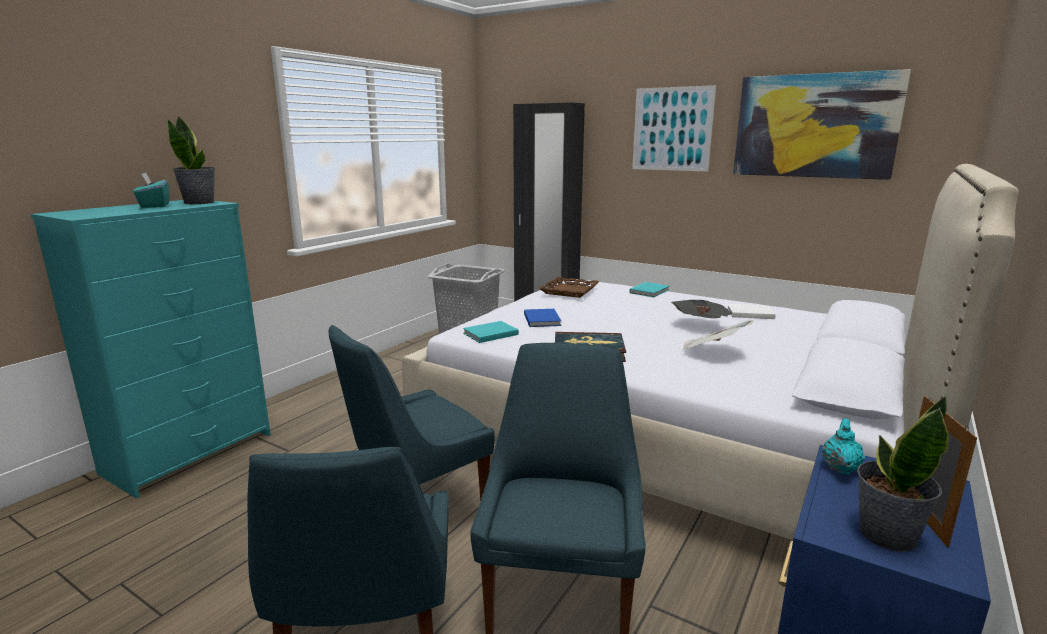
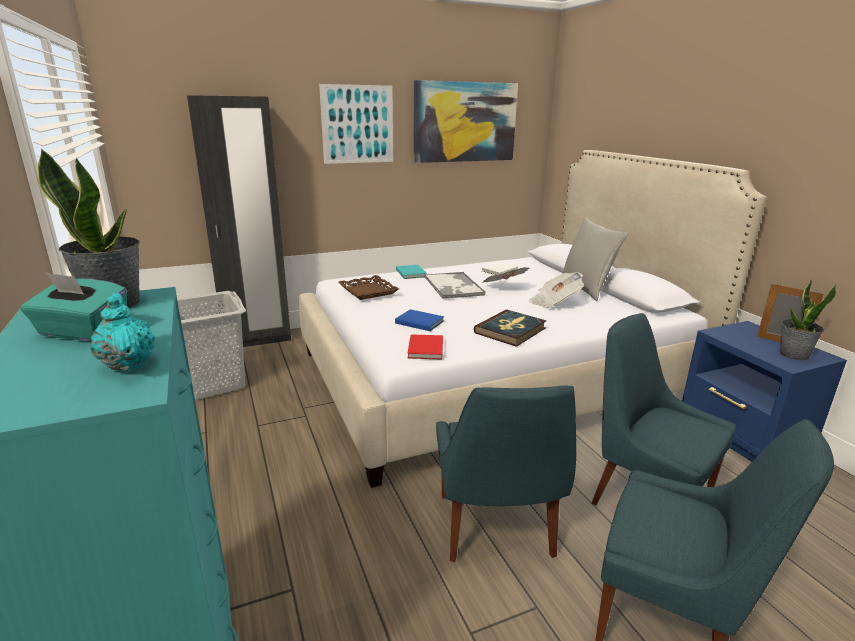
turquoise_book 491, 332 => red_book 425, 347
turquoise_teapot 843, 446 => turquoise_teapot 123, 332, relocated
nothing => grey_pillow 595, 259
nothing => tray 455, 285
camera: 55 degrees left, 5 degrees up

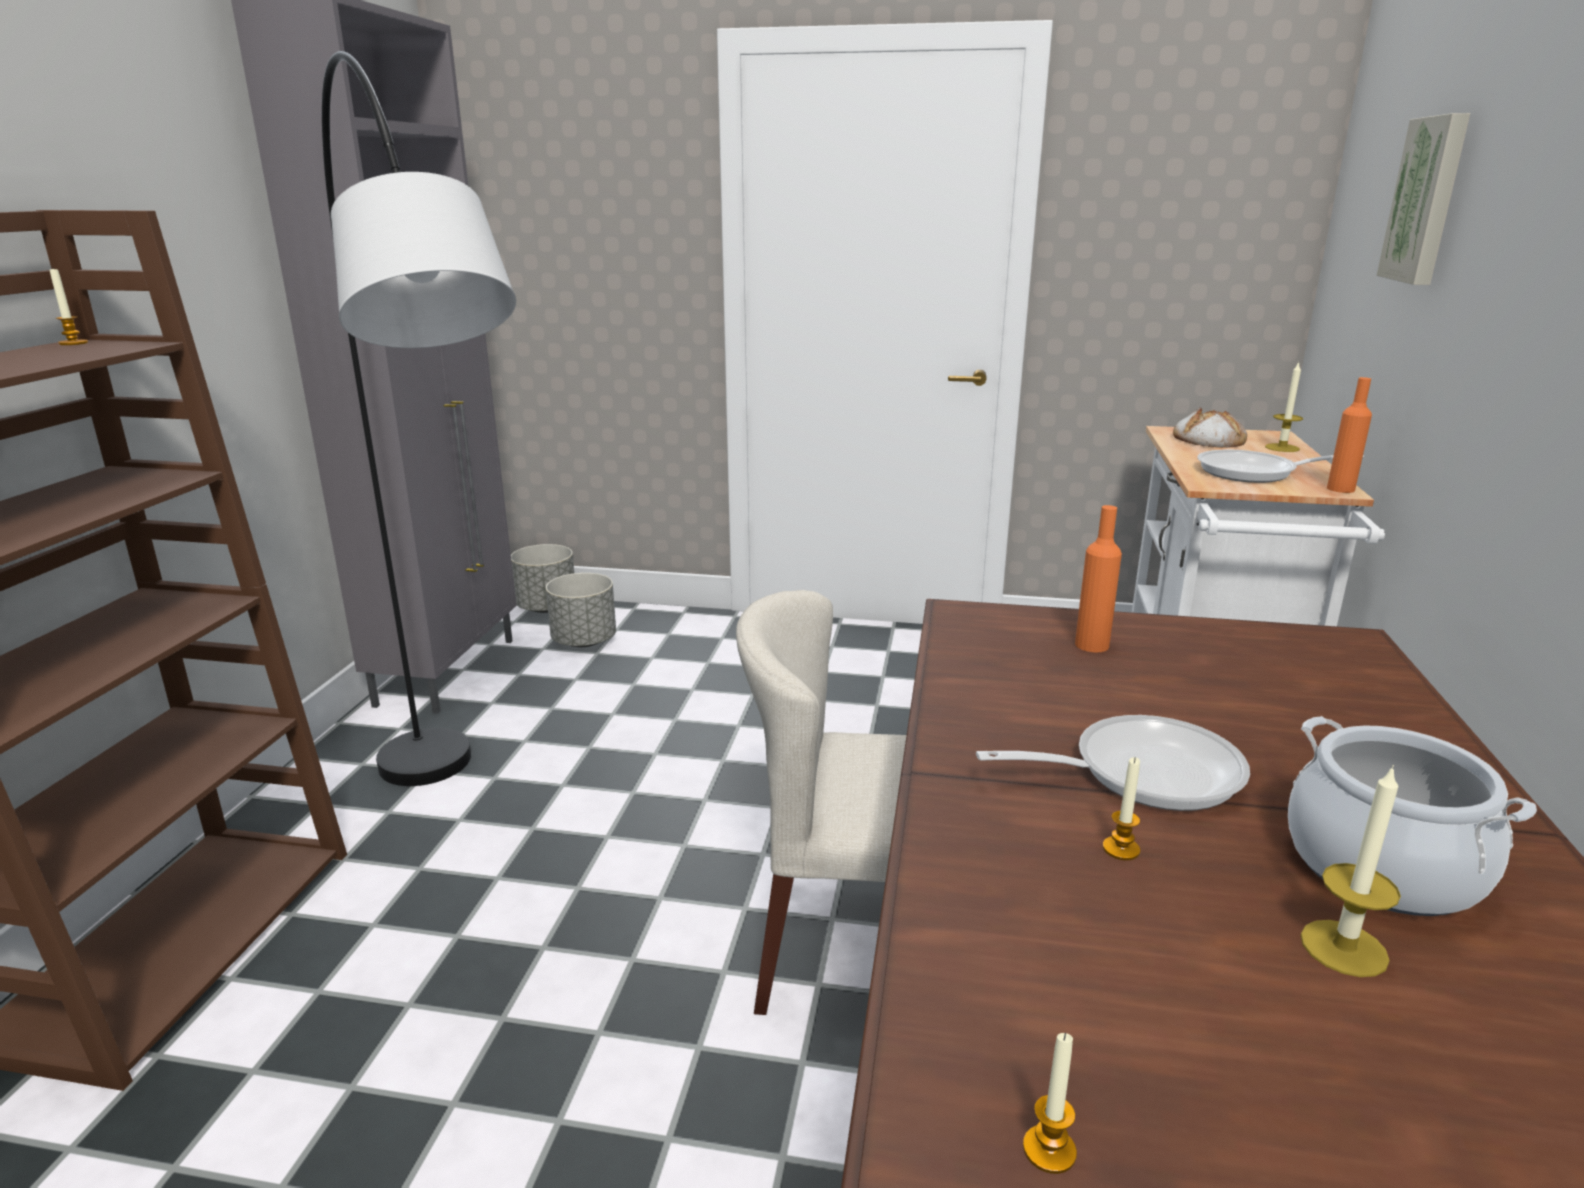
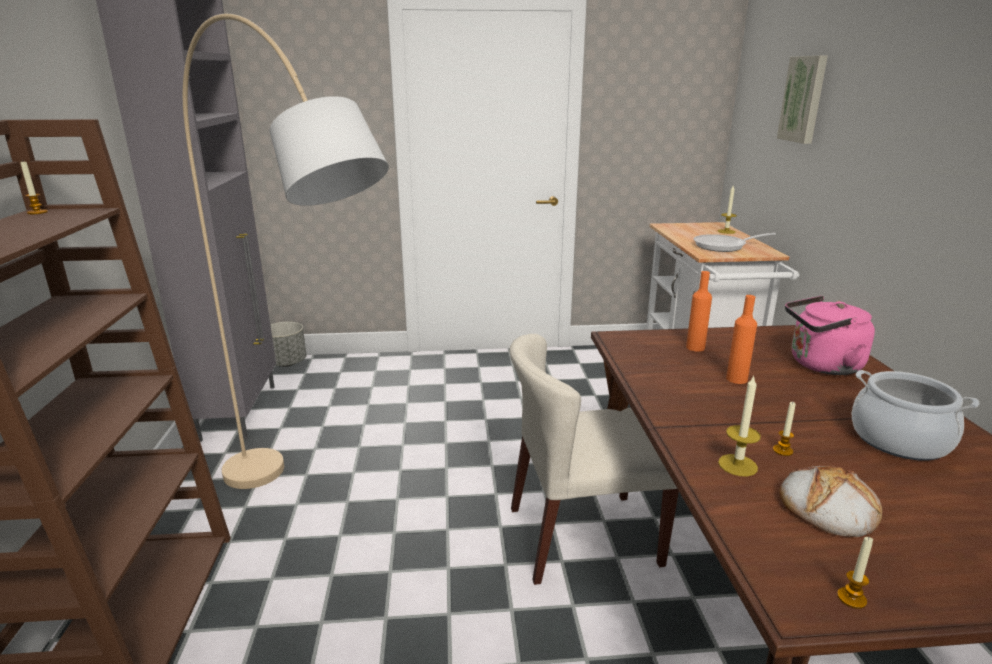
black_floor_lamp 419, 418 => beige_floor_lamp 286, 251
orange_bottle 1349, 435 => orange_bottle 741, 339, relocated
bread 1210, 427 => bread 830, 501, relocated
grey_planter 581, 610 => nothing
frying_pan 1113, 763 => nothing
candle 1350, 871 => candle 739, 425, relocated
nothing => pink_kettle 830, 335
camera: 15 degrees left, 0 degrees up

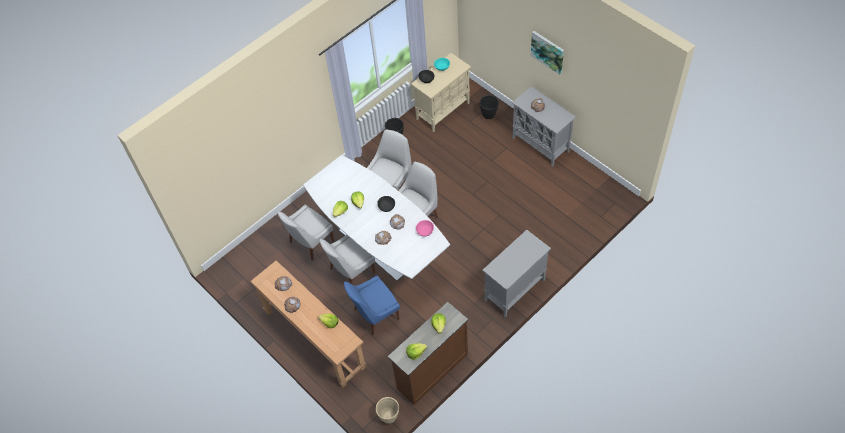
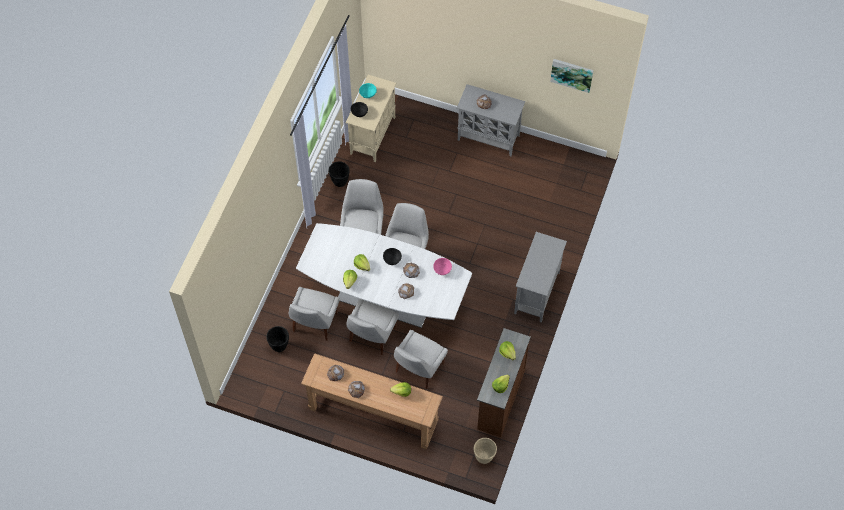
picture 547, 53 => picture 572, 76, relocated
black_planter 489, 107 => black_planter 277, 339, relocated
blue_chair 372, 305 => white_chair 421, 359
camera: 30 degrees left, 5 degrees up

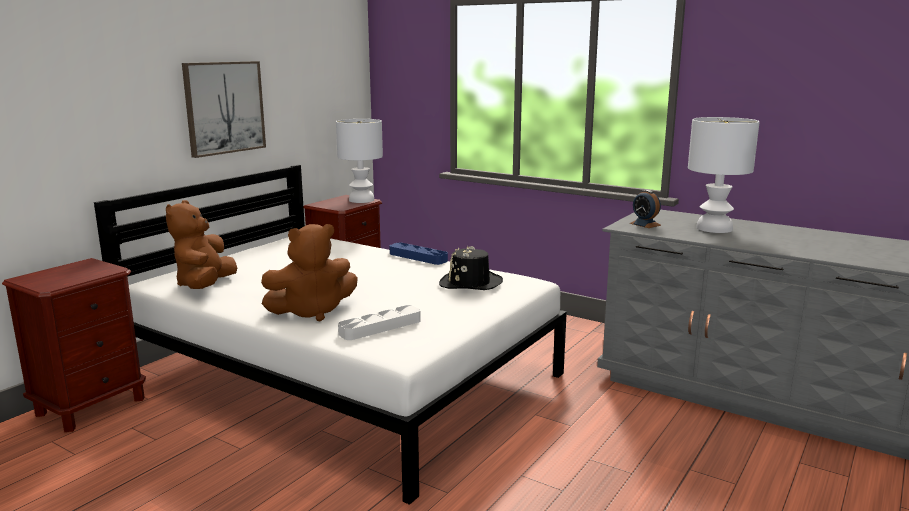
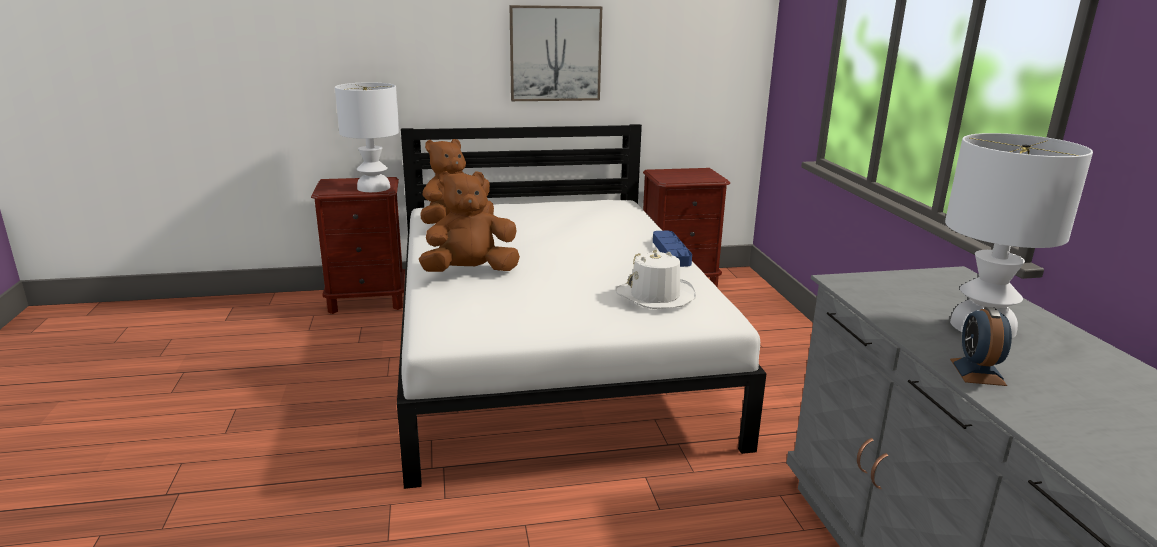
white_table_lamp 359, 161 => white_table_lamp 367, 137, relocated
alarm_clock 645, 209 => alarm_clock 981, 346, relocated
brown_plush_toy 309, 272 => brown_plush_toy 469, 221, 135 degrees clockwise
black_hat 471, 268 => white_hat 656, 279
white_tray 379, 322 => nothing
camera: 45 degrees right, 5 degrees up

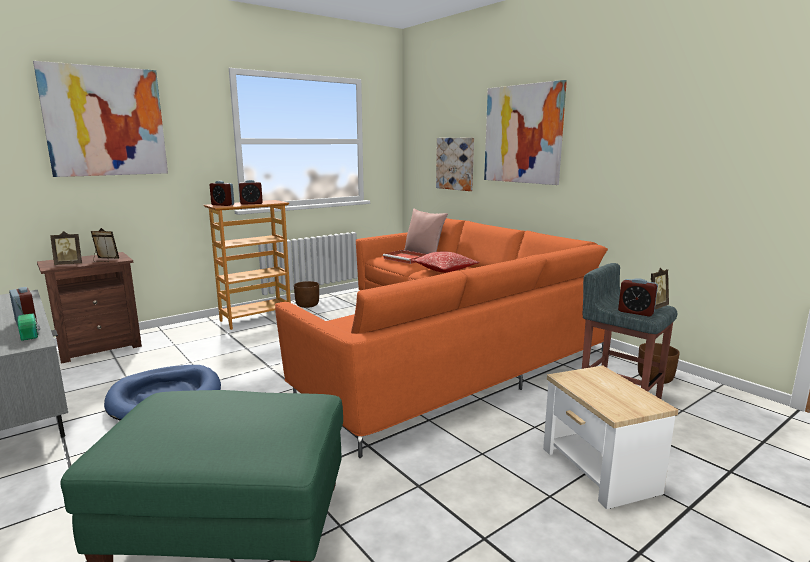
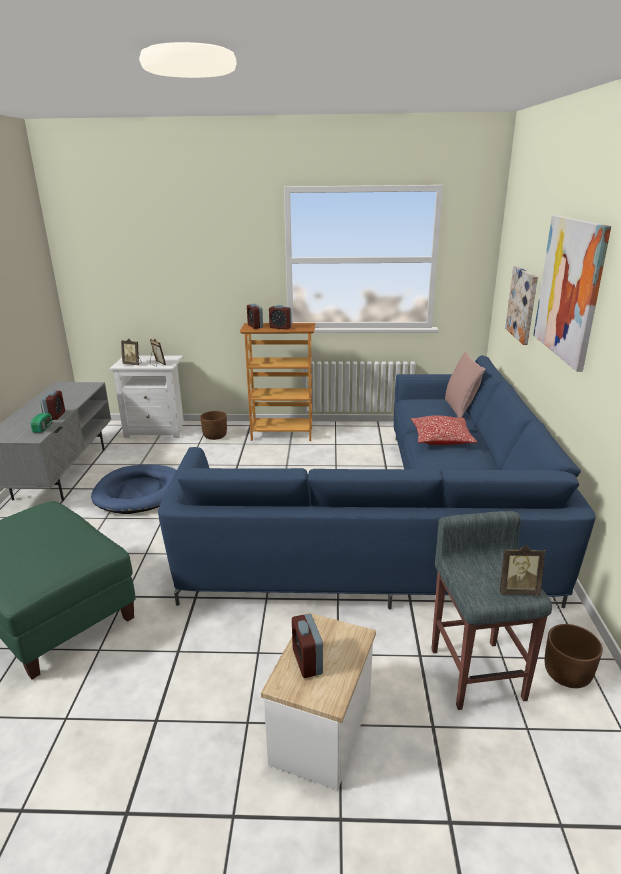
picture 100, 119 => nothing
orange_sofa 441, 338 => blue_sofa 376, 482
red_tray 404, 257 => nothing
brown_nightstand 89, 308 => white_nightstand 146, 397
alarm_clock 638, 297 => alarm_clock 307, 645, relocated
brown_planter 306, 294 => brown_planter 213, 425, relocated
camera: 40 degrees right, 10 degrees up

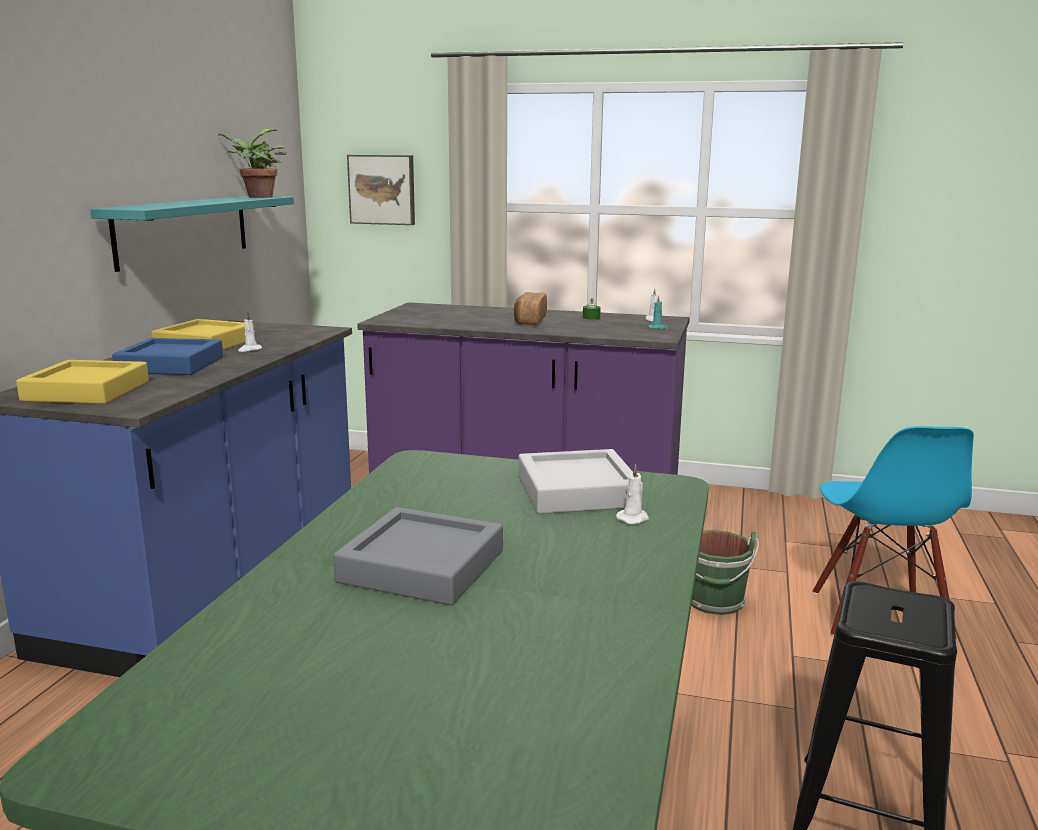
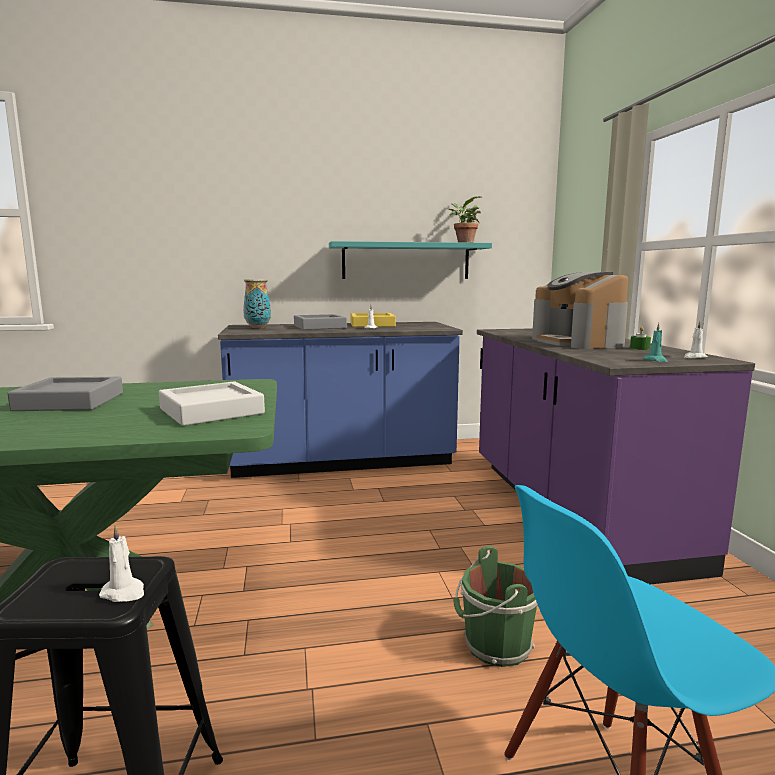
picture 381, 190 => nothing
bread 530, 308 => coffee_machine 580, 310
blue_tray 167, 356 => grey_tray 320, 322
yellow_tray 82, 382 => vase 257, 303
white_candle 632, 494 => white_candle 121, 563, relocated
camera: 65 degrees right, 5 degrees down

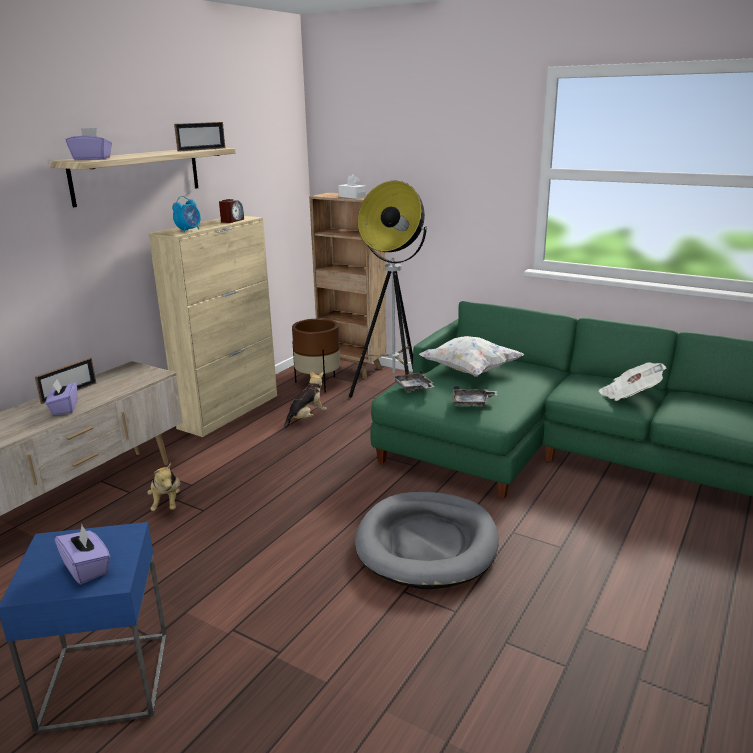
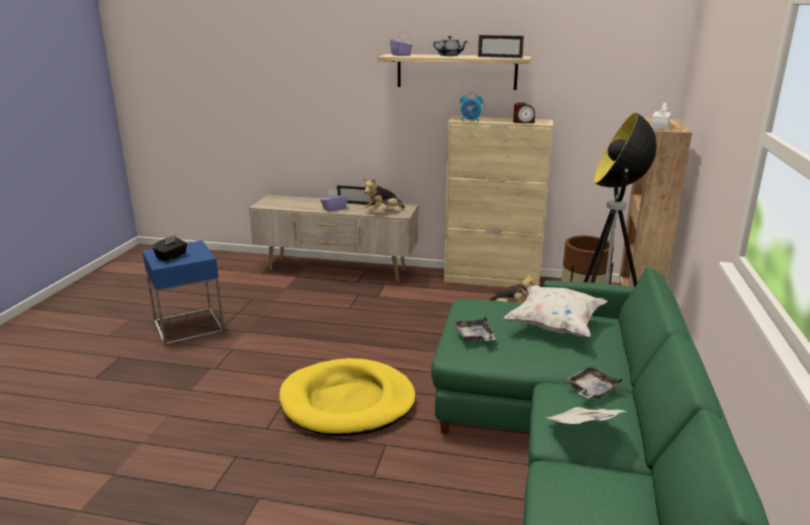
grey_tray 413, 381 => grey_tray 594, 382, relocated
plush_toy 163, 487 => plush_toy 384, 195, relocated
grey_dog_bed 427, 540 => yellow_dog_bed 347, 397
purple_tissue_box 82, 554 => black_tissue_box 169, 248
nothing => grey_teapot 450, 46
camera: 70 degrees right, 0 degrees up

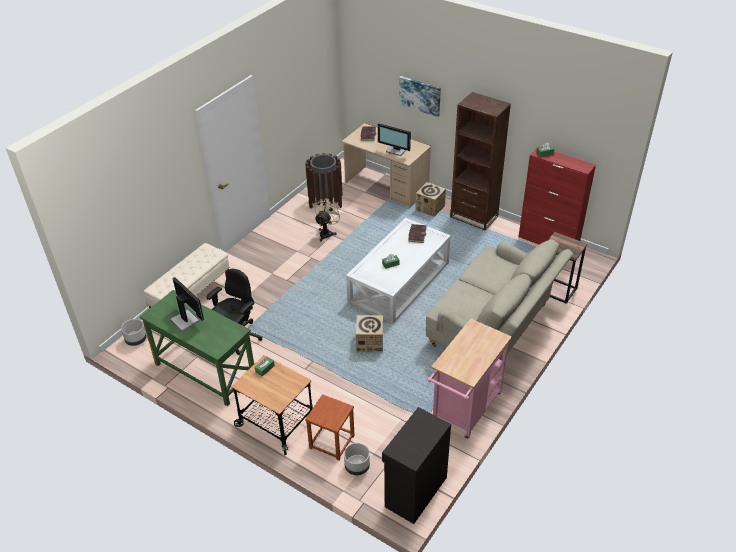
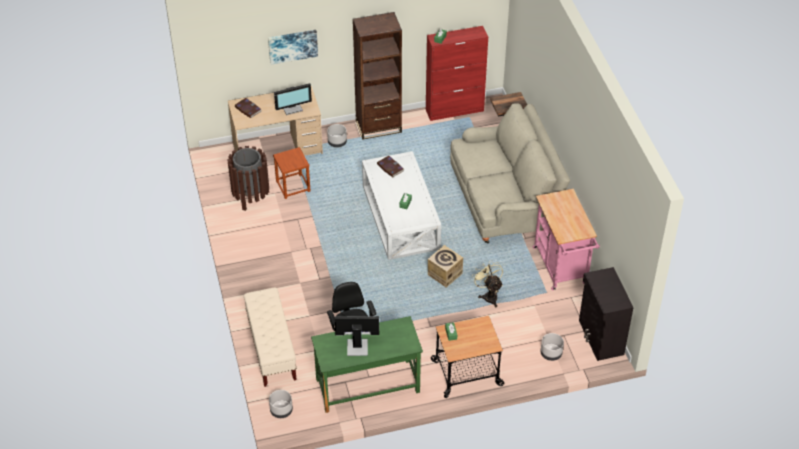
cardboard_box 430, 199 => grey_planter 337, 136
beige_fan 328, 221 => beige_fan 487, 283, relocated
brown_stool 330, 427 => brown_stool 291, 173, relocated
camera: 50 degrees left, 5 degrees up

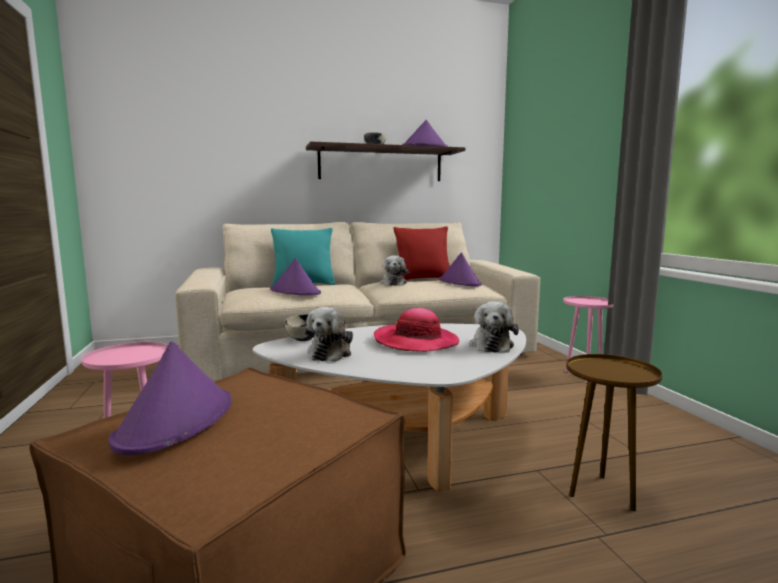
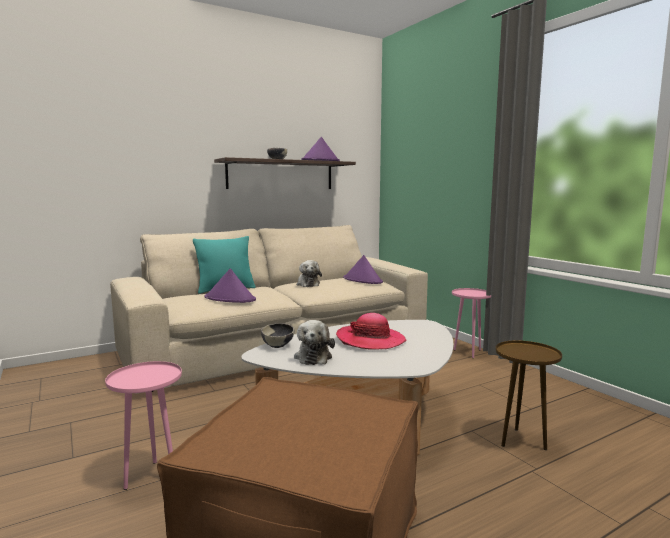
red_pillow 422, 253 => nothing
plush_toy 494, 327 => nothing
purple_hat 170, 398 => nothing
camera: 15 degrees left, 0 degrees up

